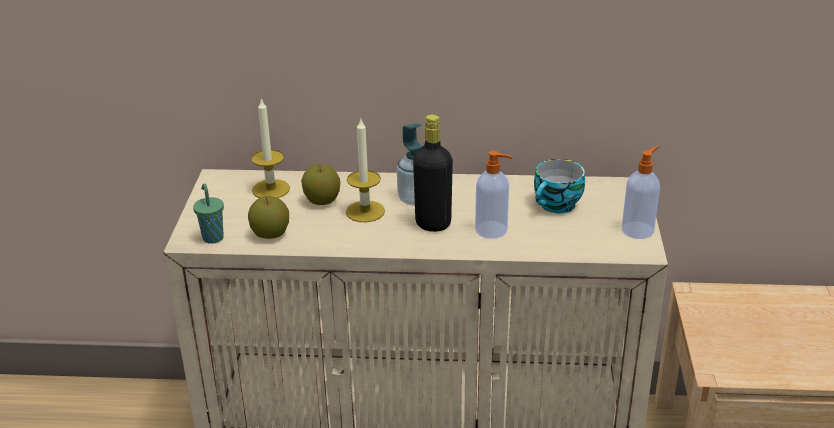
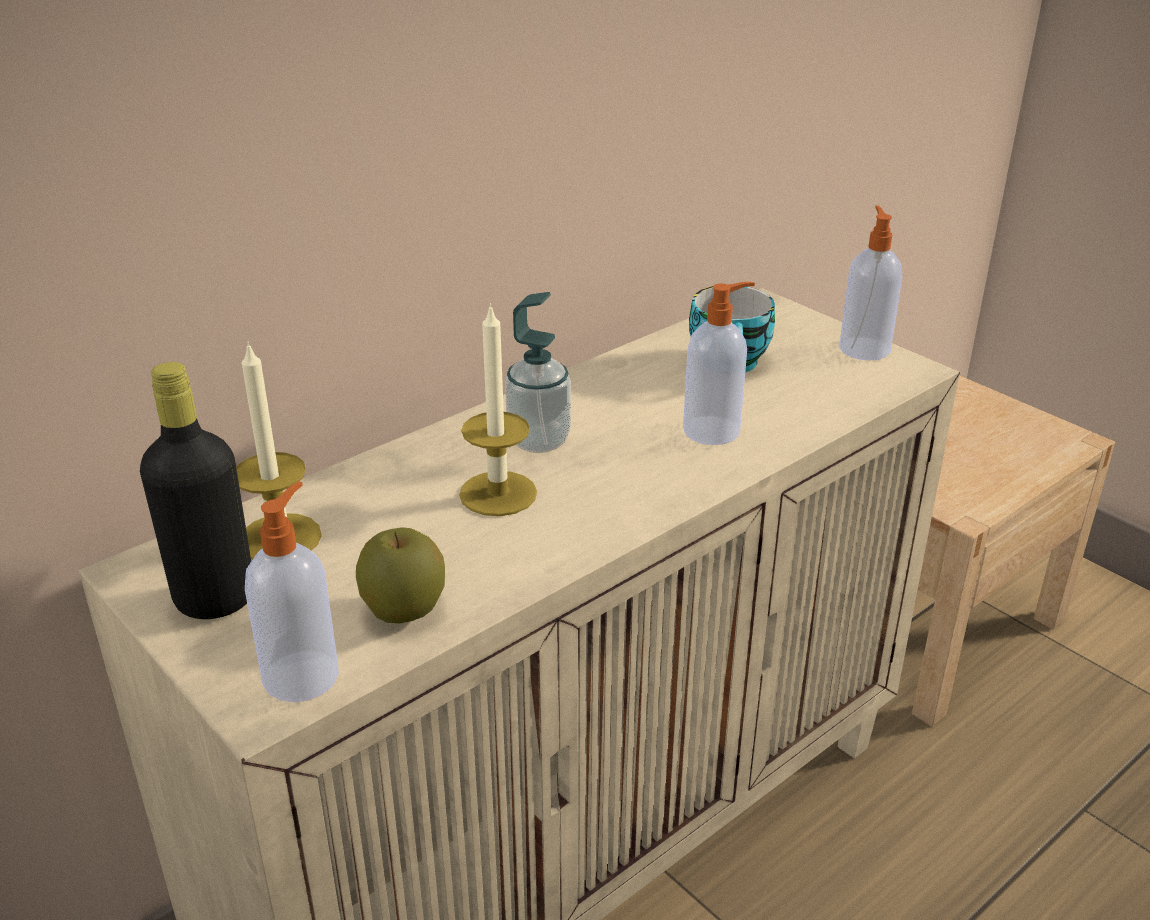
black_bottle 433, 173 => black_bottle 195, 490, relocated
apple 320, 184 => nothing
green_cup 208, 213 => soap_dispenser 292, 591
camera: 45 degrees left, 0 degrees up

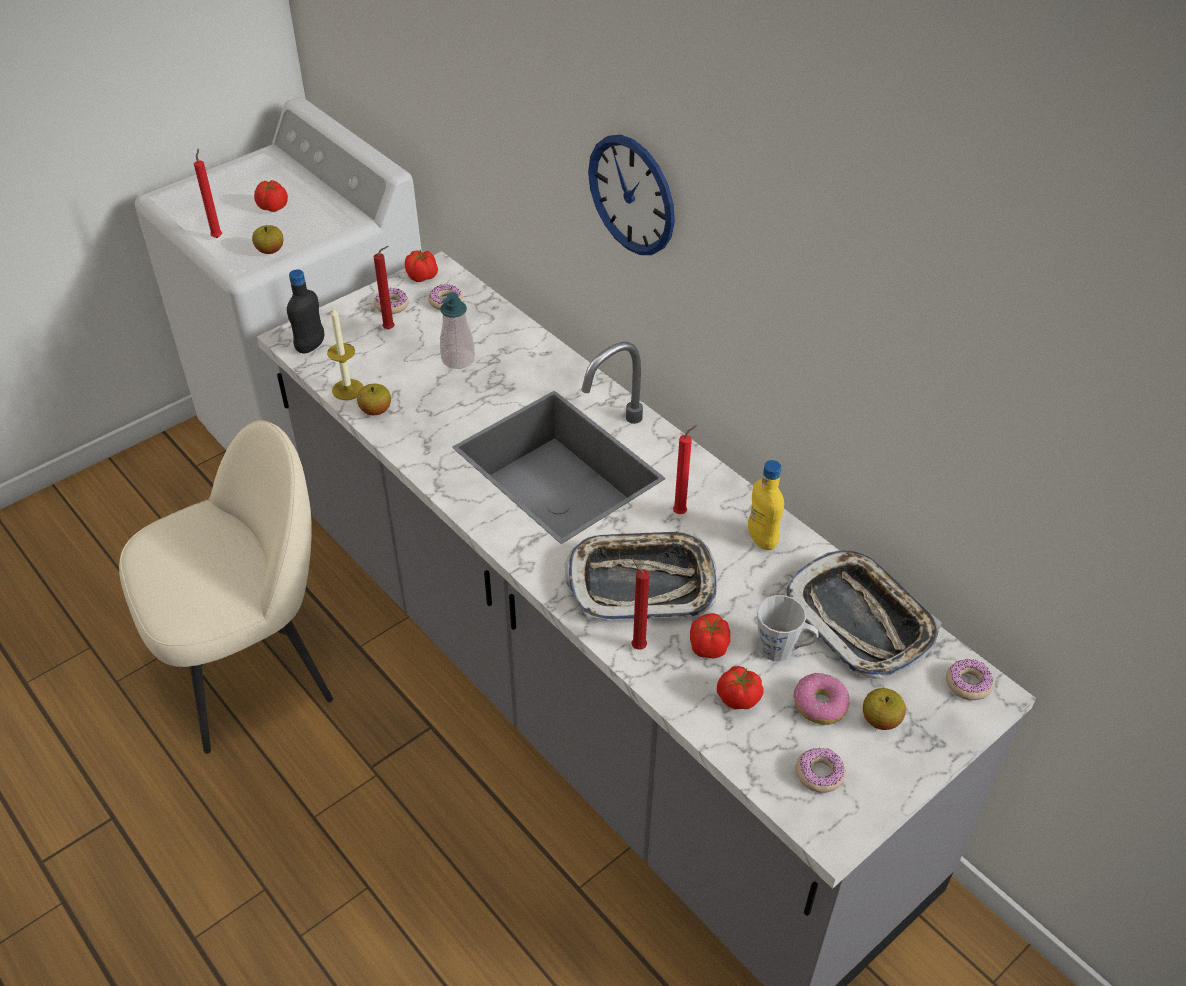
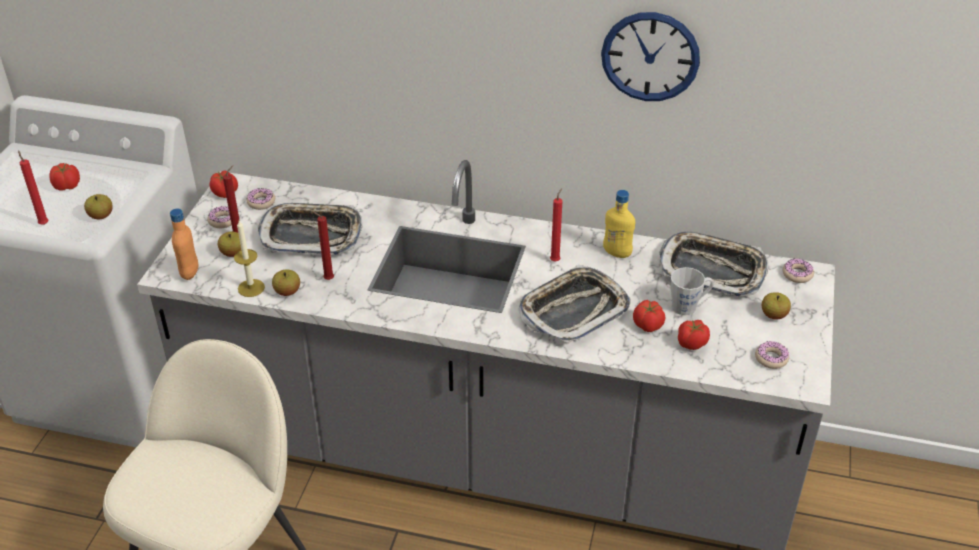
wall_clock 631, 195 => wall_clock 650, 56, relocated
black_bottle 305, 311 => orange_bottle 184, 244
soap_dispenser 457, 330 => tray 310, 229
red_candle 640, 604 => red_candle 323, 245, relocated
donut 821, 699 => nothing
nothing => apple 229, 244
camera: 35 degrees left, 5 degrees down

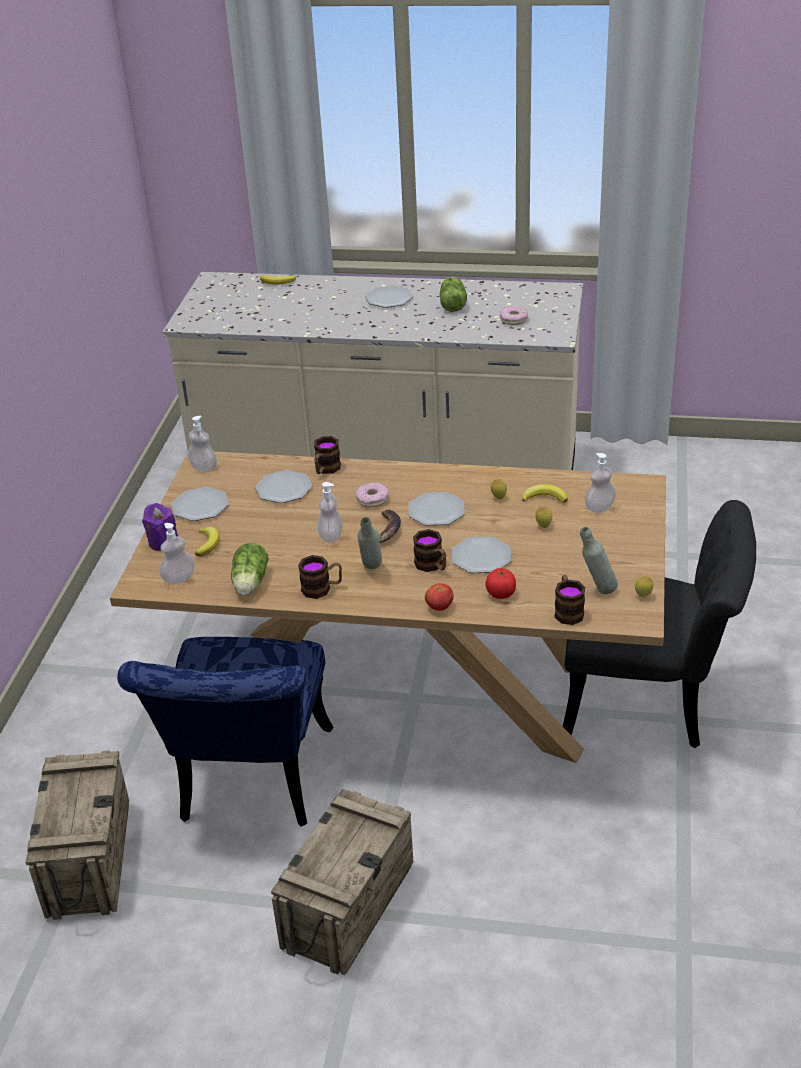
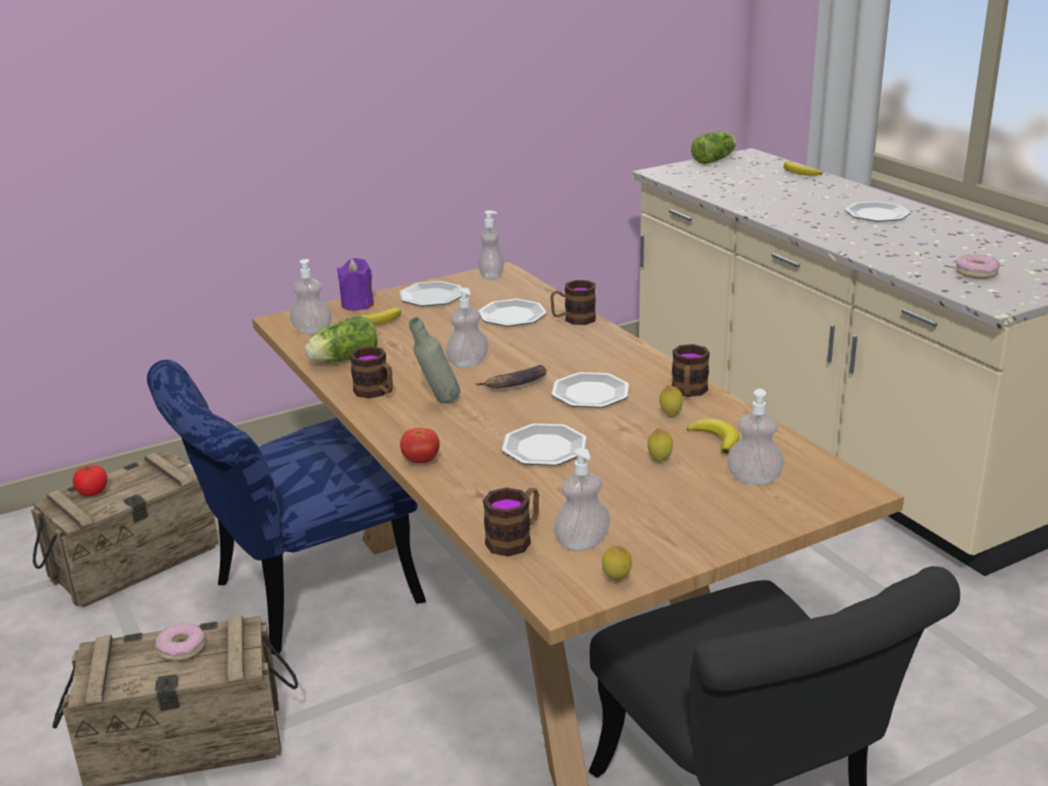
lettuce 453, 294 => lettuce 714, 147, relocated
donut 372, 494 => donut 180, 642, relocated
grey_bottle 599, 560 => soap_dispenser 582, 499
mug 429, 550 => mug 691, 370, relocated
tomato 500, 583 => tomato 90, 480, relocated
camera: 50 degrees right, 10 degrees down

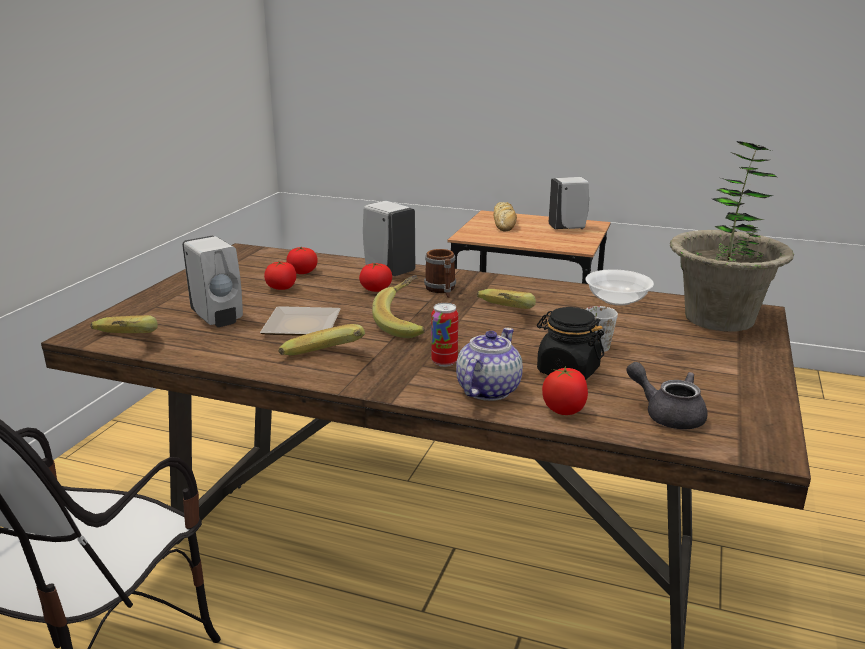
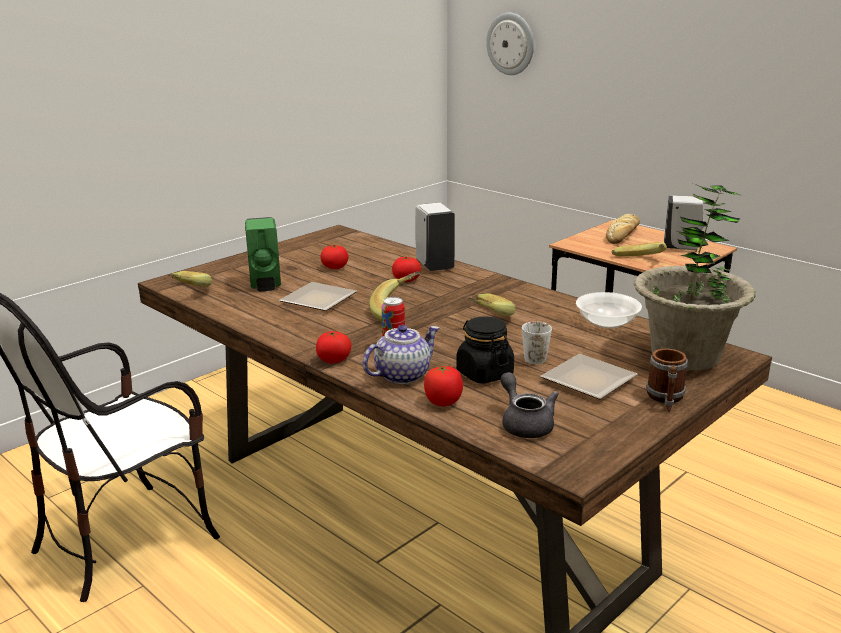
white_soap_dispenser 212, 281 => green_soap_dispenser 263, 254
tomato 302, 260 => tomato 333, 347, relocated
mug 440, 273 => mug 667, 380, relocated
banana 321, 339 => banana 639, 249, relocated
nothing => wall_clock 510, 44
nothing => plate 589, 376
camera: 25 degrees right, 0 degrees up

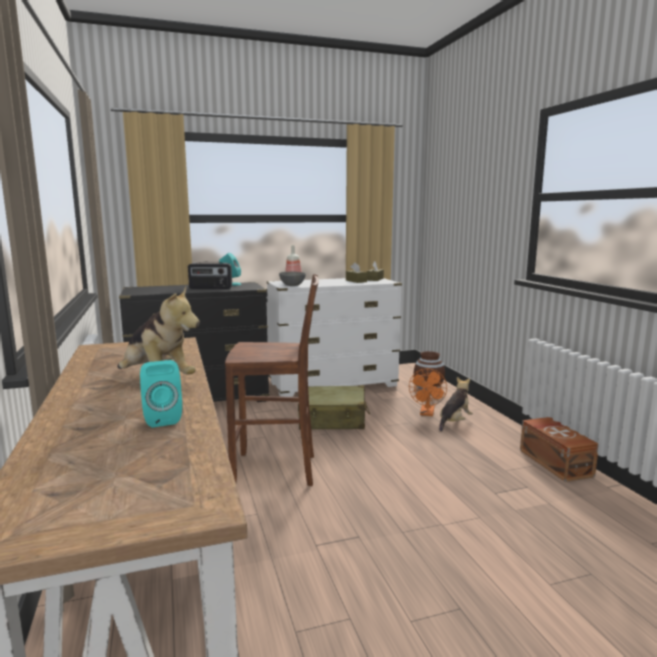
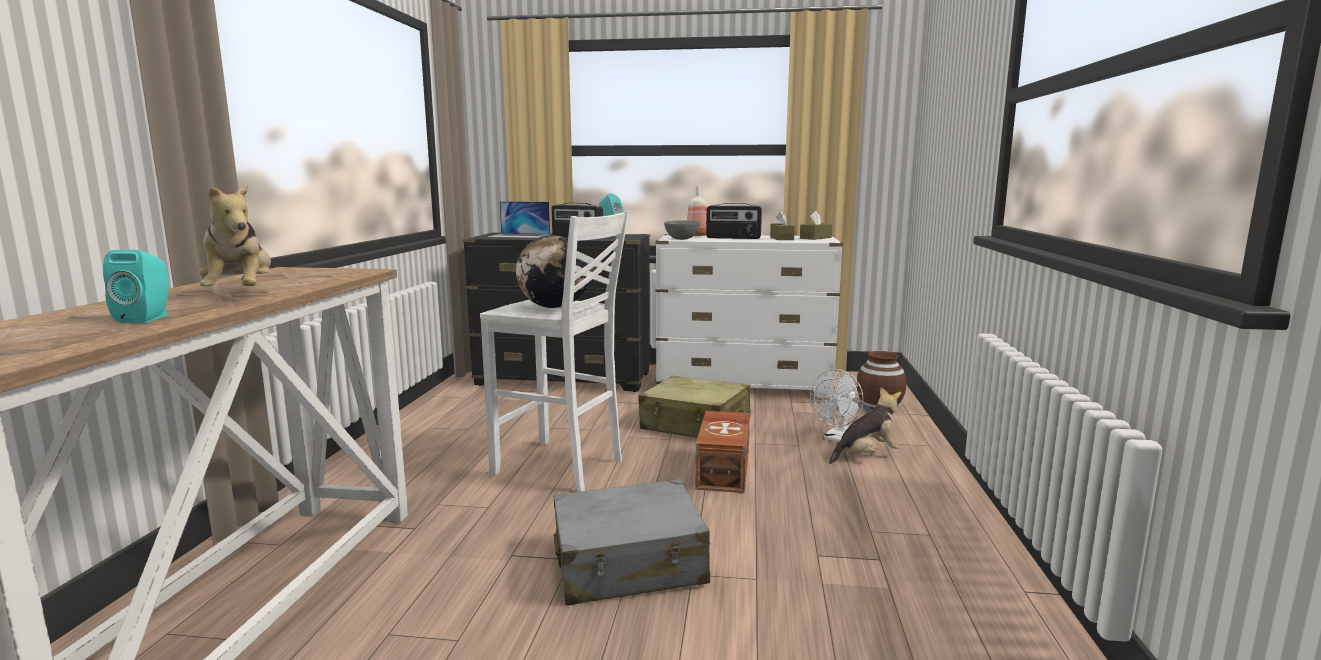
brown_stool 272, 380 => white_stool 554, 351
orange_fan 428, 392 => white_fan 837, 405
brown_storage_box 559, 449 => brown_storage_box 722, 452, relocated
nothing => laptop 519, 219
nothing => radio 734, 221
nothing => globe 553, 271
nothing => grey_suitcase 632, 542
camera: 25 degrees right, 0 degrees up

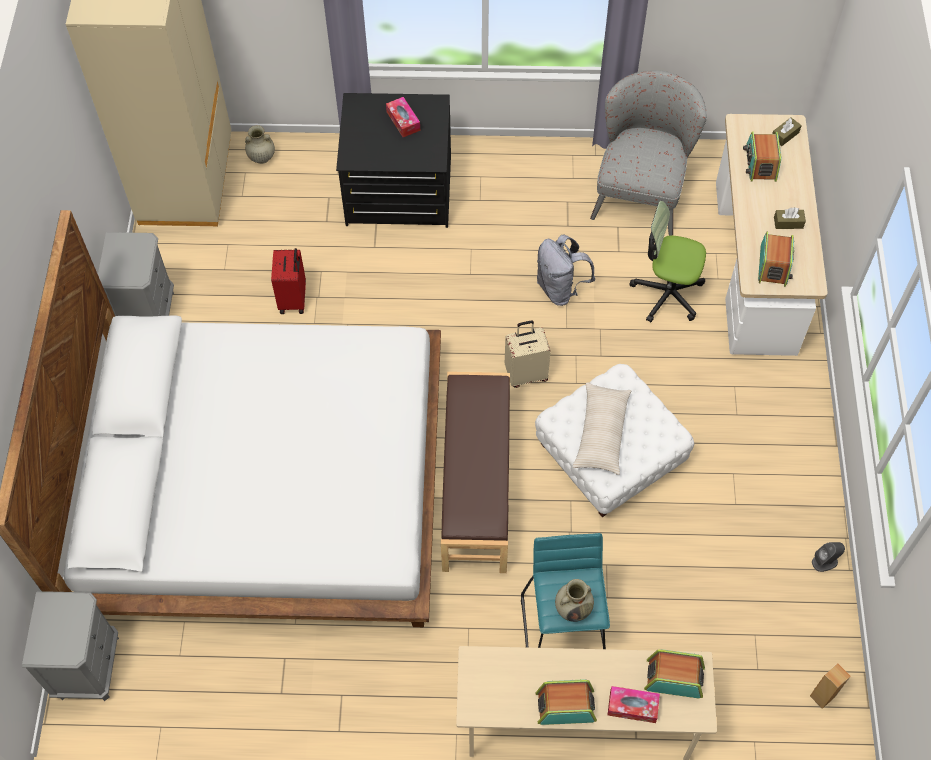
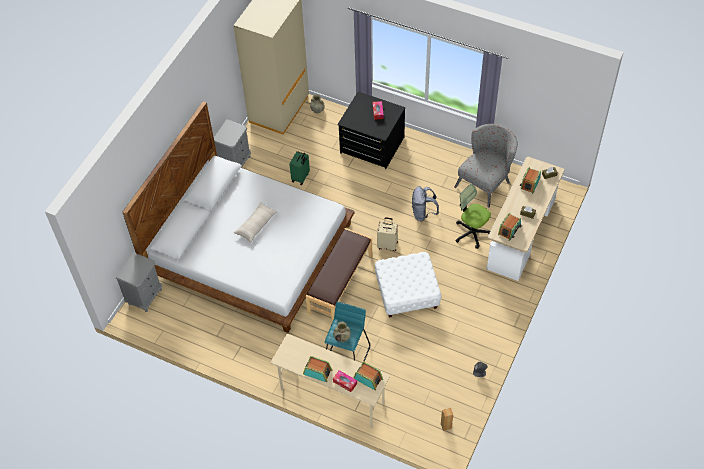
red_suitcase 288, 281 => green_suitcase 299, 168
beige_pillow 602, 428 => beige_pillow 256, 222, relocated
camera: 25 degrees right, 5 degrees down

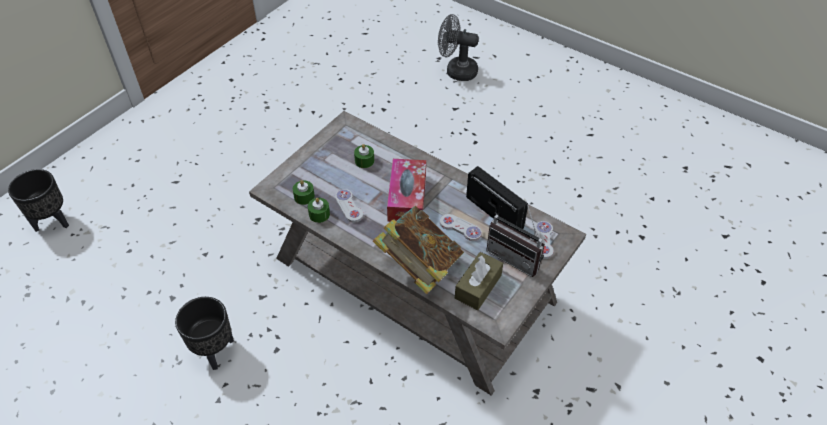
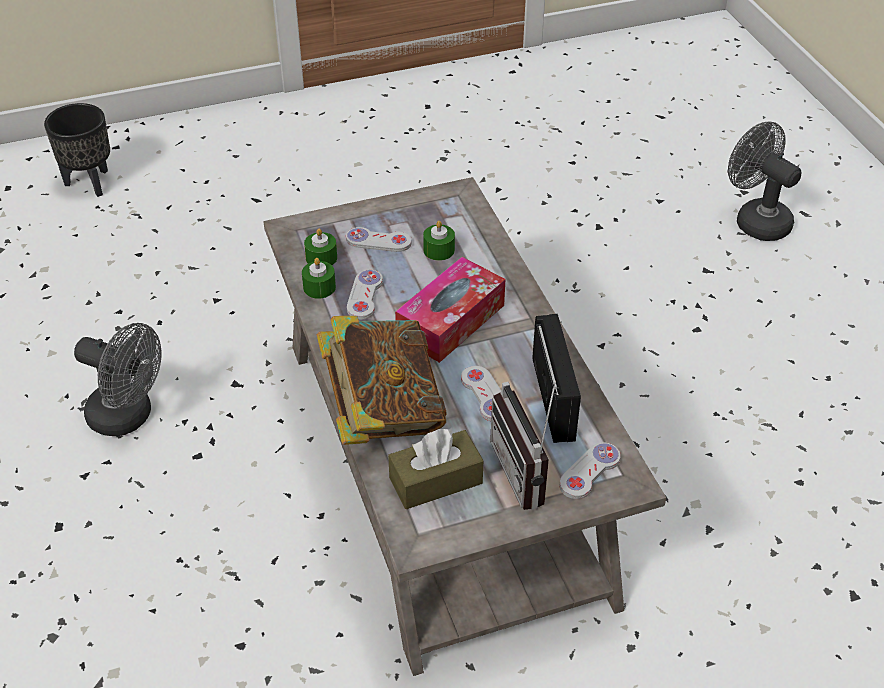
black_planter 204, 333 => grey_fan 118, 379
nothing => white_game_controller 379, 239
camera: 35 degrees right, 5 degrees down

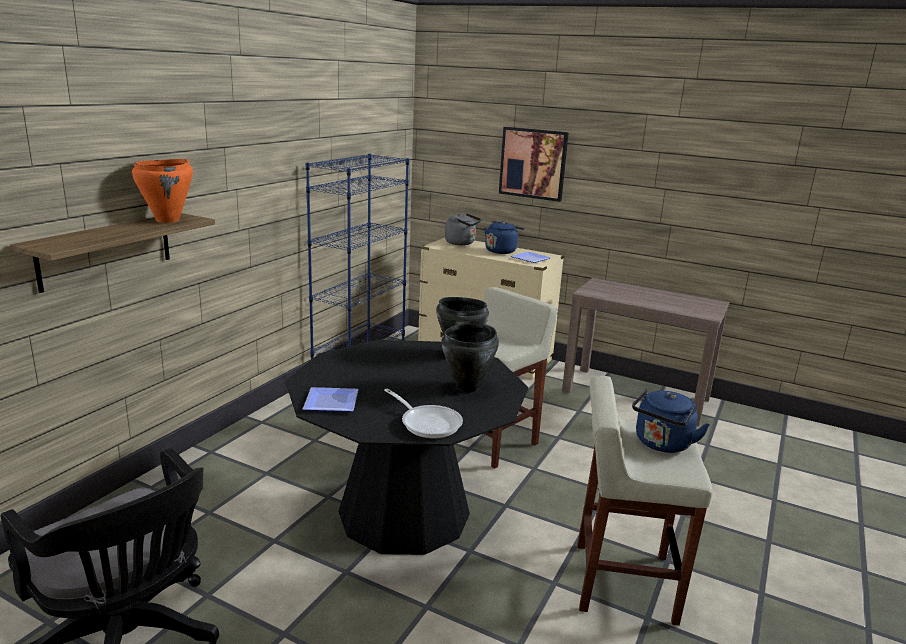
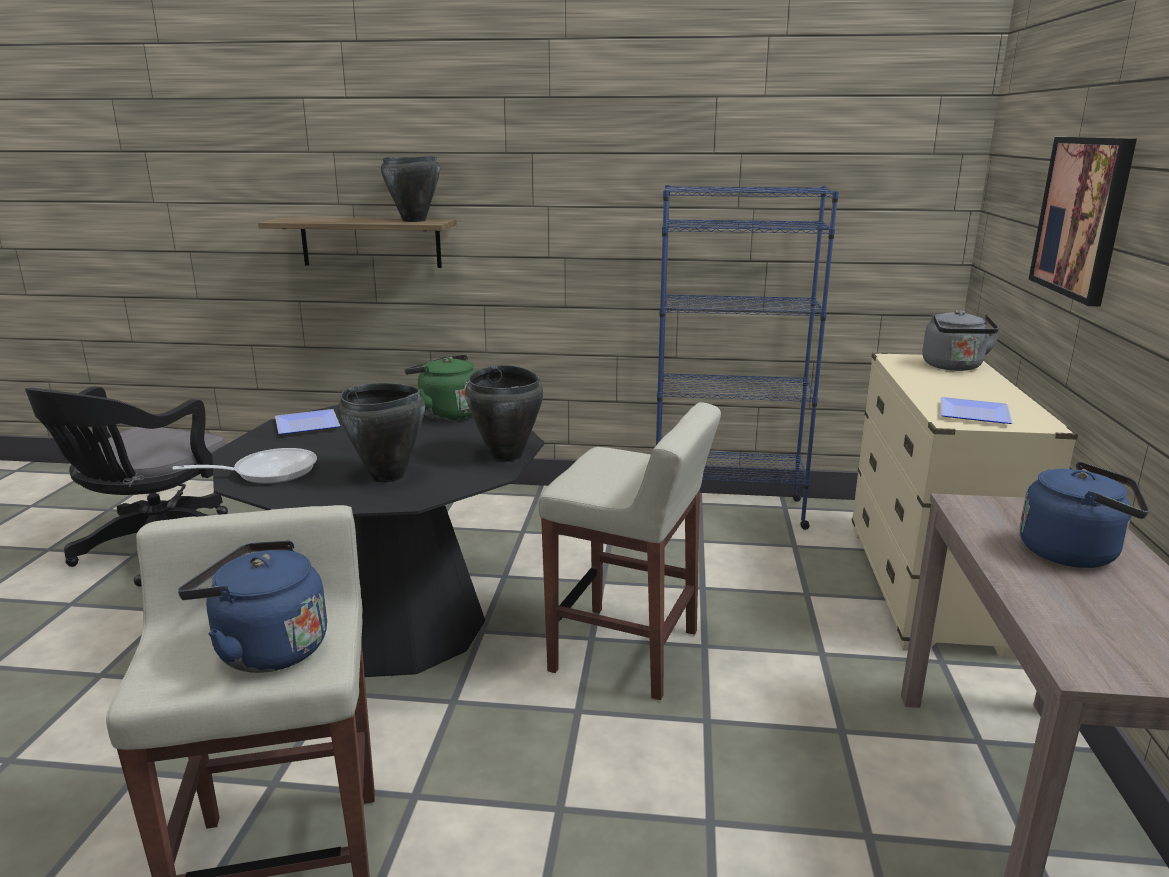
orange_cooking_pot 162, 191 => black_cooking_pot 410, 189
blue_kettle 504, 237 => blue_kettle 1084, 515, relocated
frying_pan 423, 413 => frying_pan 245, 466, 135 degrees counterclockwise
nothing => green_kettle 440, 388
camera: 70 degrees right, 0 degrees up

